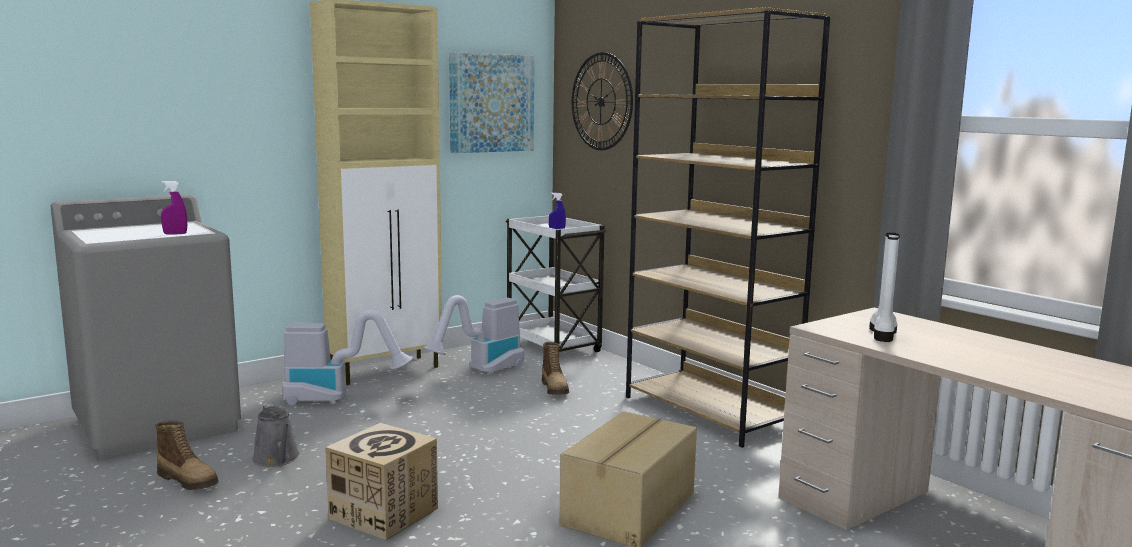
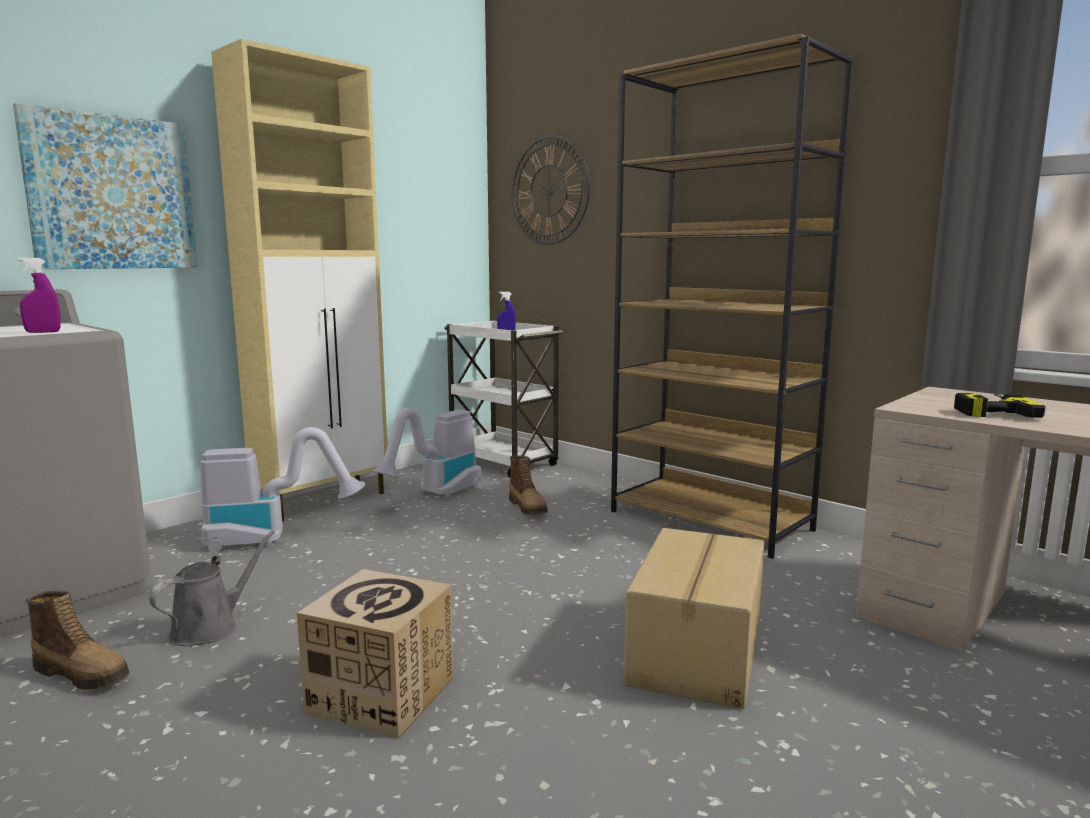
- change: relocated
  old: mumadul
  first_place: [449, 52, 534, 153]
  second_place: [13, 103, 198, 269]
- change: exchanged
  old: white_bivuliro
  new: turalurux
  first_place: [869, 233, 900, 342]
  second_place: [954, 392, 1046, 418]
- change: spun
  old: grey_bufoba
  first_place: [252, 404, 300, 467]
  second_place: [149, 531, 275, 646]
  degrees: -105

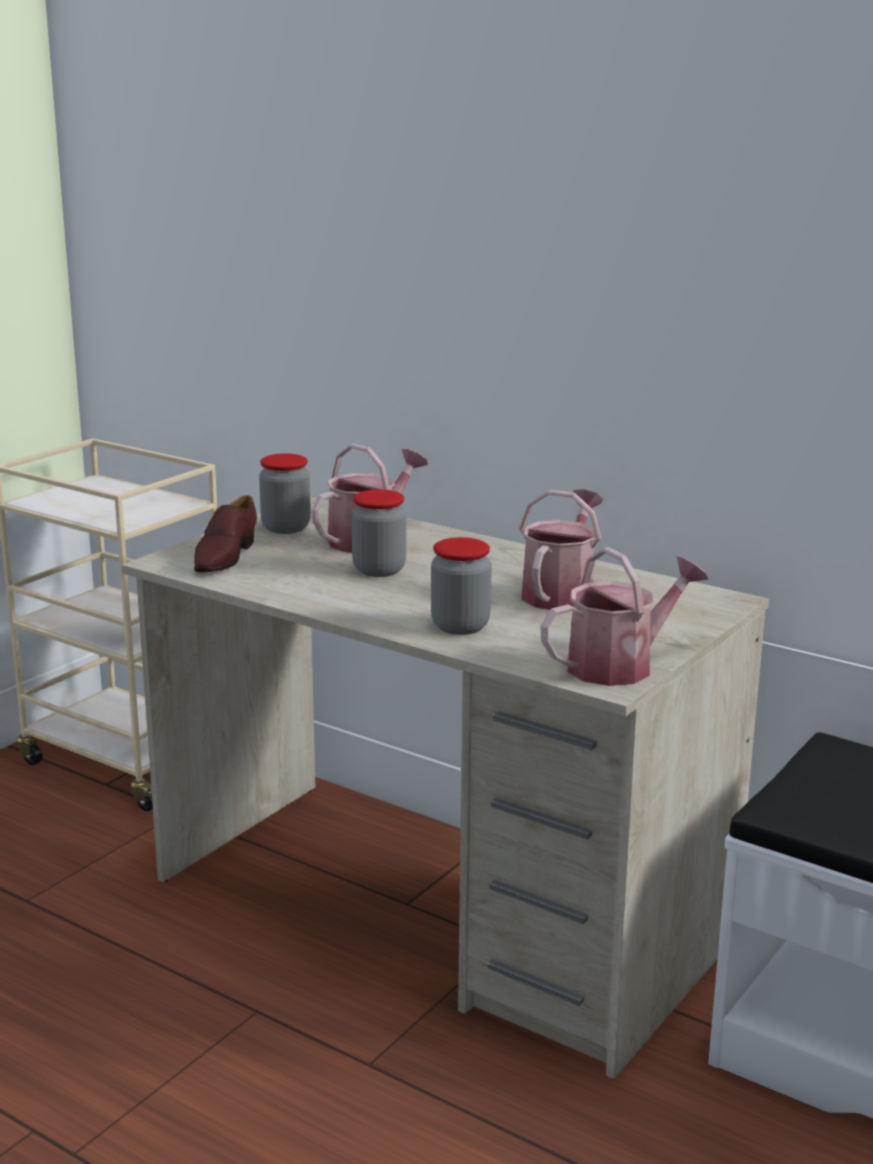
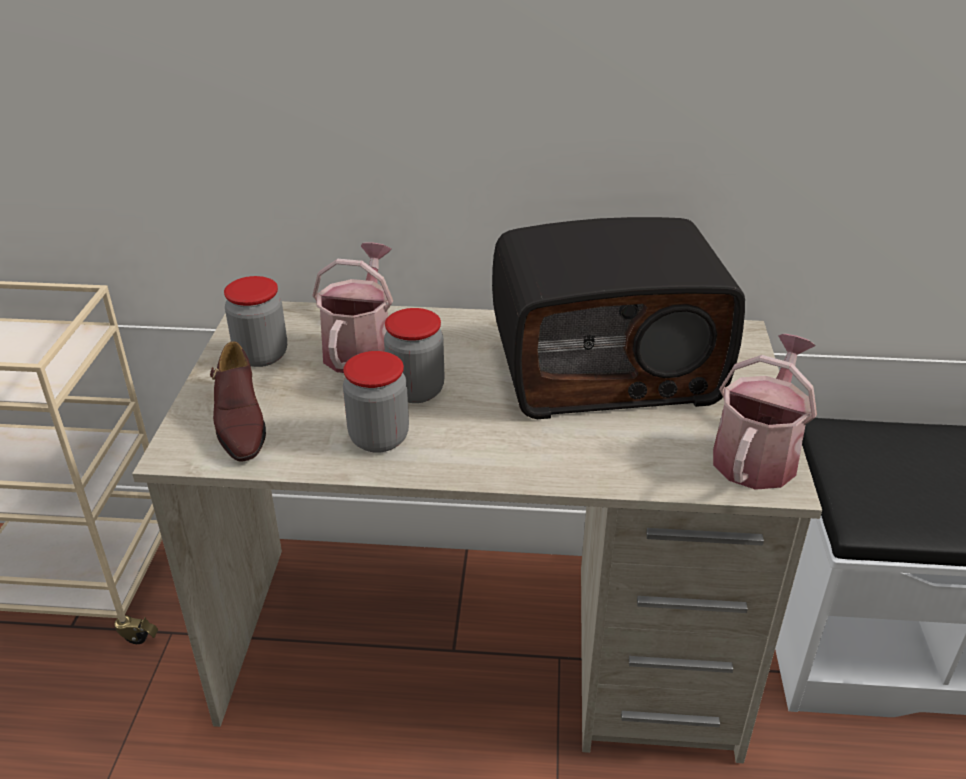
- change: relocated
  old: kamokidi
  first_place: [431, 537, 492, 635]
  second_place: [343, 351, 409, 453]
- change: exchanged
  old: bufoba
  new: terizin
  first_place: [519, 489, 603, 610]
  second_place: [492, 217, 745, 419]

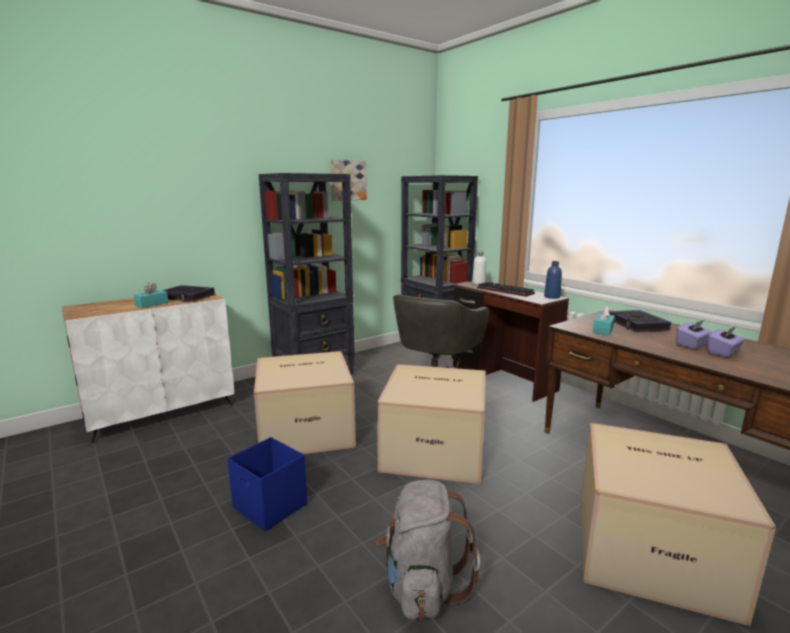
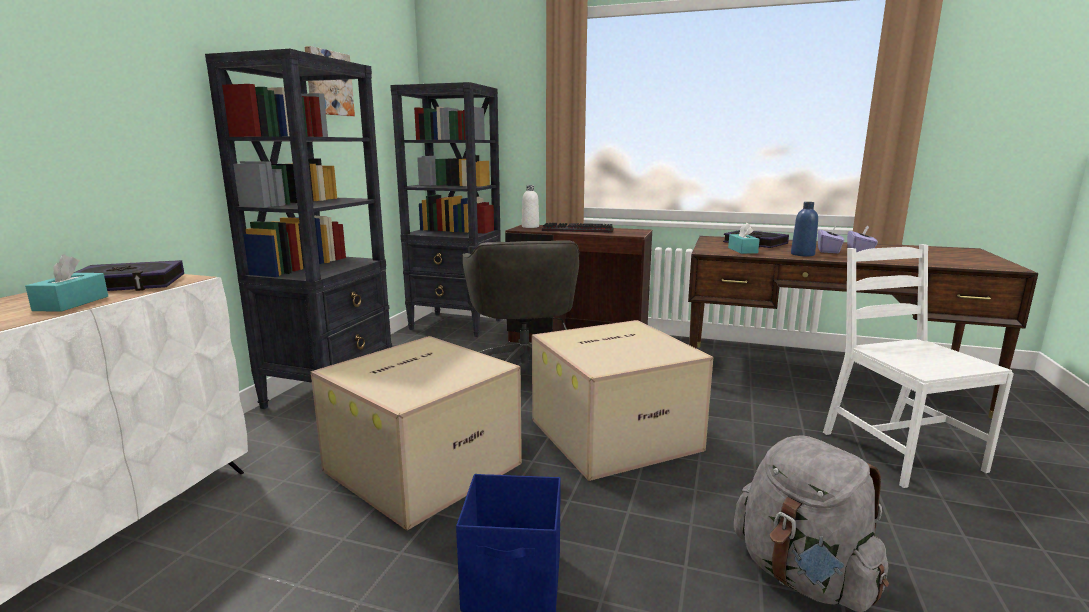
- change: relocated
  old: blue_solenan
  first_place: [544, 261, 562, 299]
  second_place: [791, 202, 818, 257]
- change: exchanged
  old: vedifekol
  new: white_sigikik
  first_place: [581, 423, 776, 626]
  second_place: [823, 244, 1014, 488]

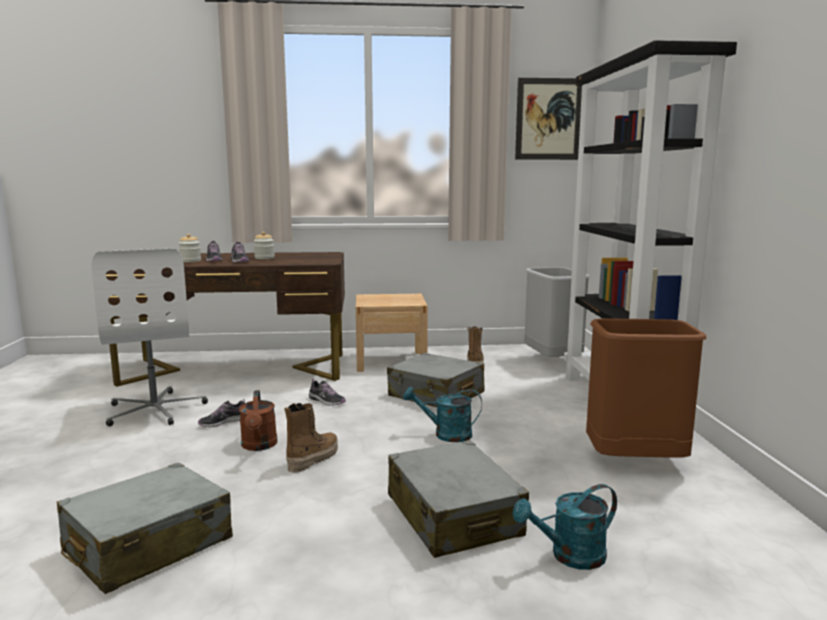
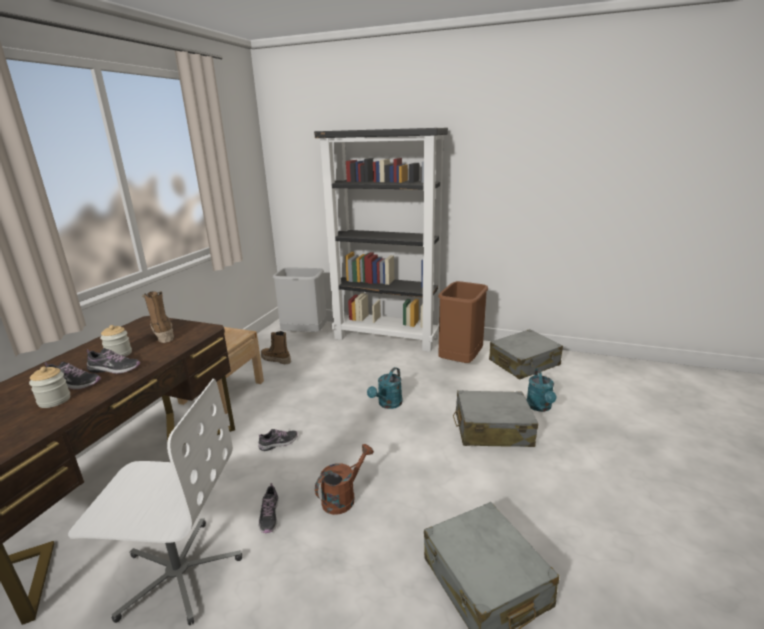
- change: missing
  old: mumadul
  first_place: [515, 78, 582, 160]
- change: relocated
  old: bivuliro
  first_place: [284, 403, 338, 473]
  second_place: [142, 291, 174, 343]
- change: relocated
  old: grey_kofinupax
  first_place: [387, 353, 484, 407]
  second_place: [489, 329, 563, 380]
- change: spun
  old: brown_bufoba
  first_place: [239, 390, 277, 451]
  second_place: [315, 444, 374, 515]
  degrees: -60

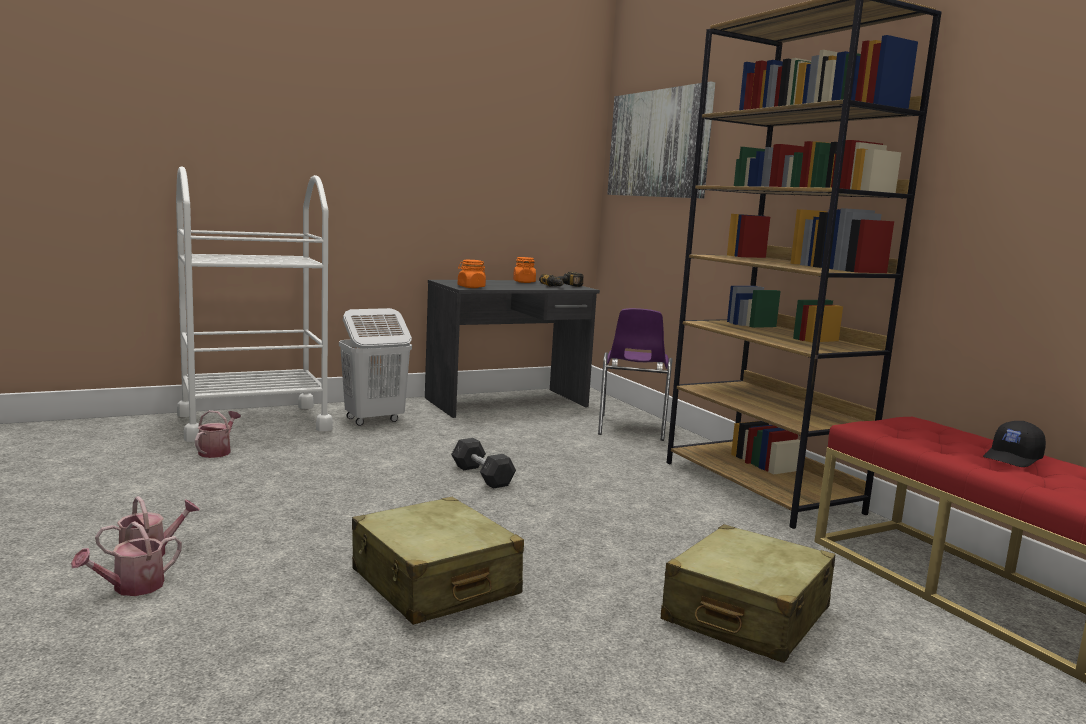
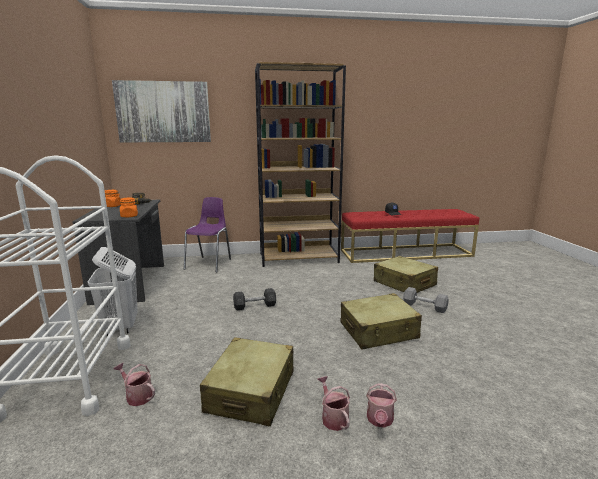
- change: appeared
  new: beige_kofinupax
  second_place: [200, 337, 294, 426]
- change: appeared
  new: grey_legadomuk
  second_place: [403, 287, 449, 313]
- change: spun
  old: bufoba
  first_place: [71, 521, 182, 596]
  second_place: [366, 383, 397, 428]
  degrees: 45
- change: spun
  old: purple_sigikik
  first_place: [598, 308, 673, 441]
  second_place: [184, 197, 231, 272]
  degrees: -105

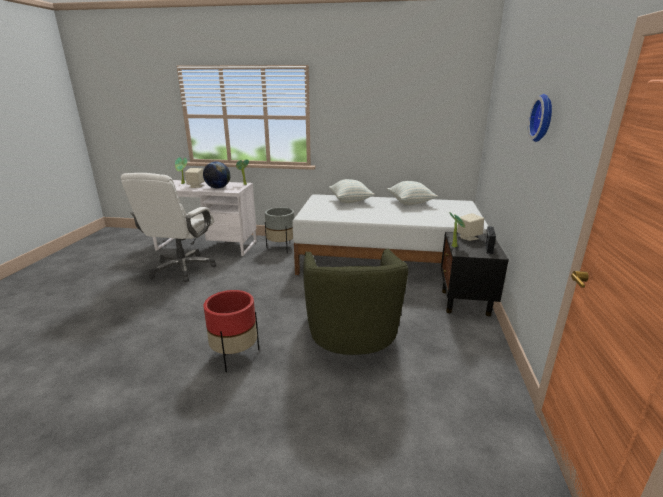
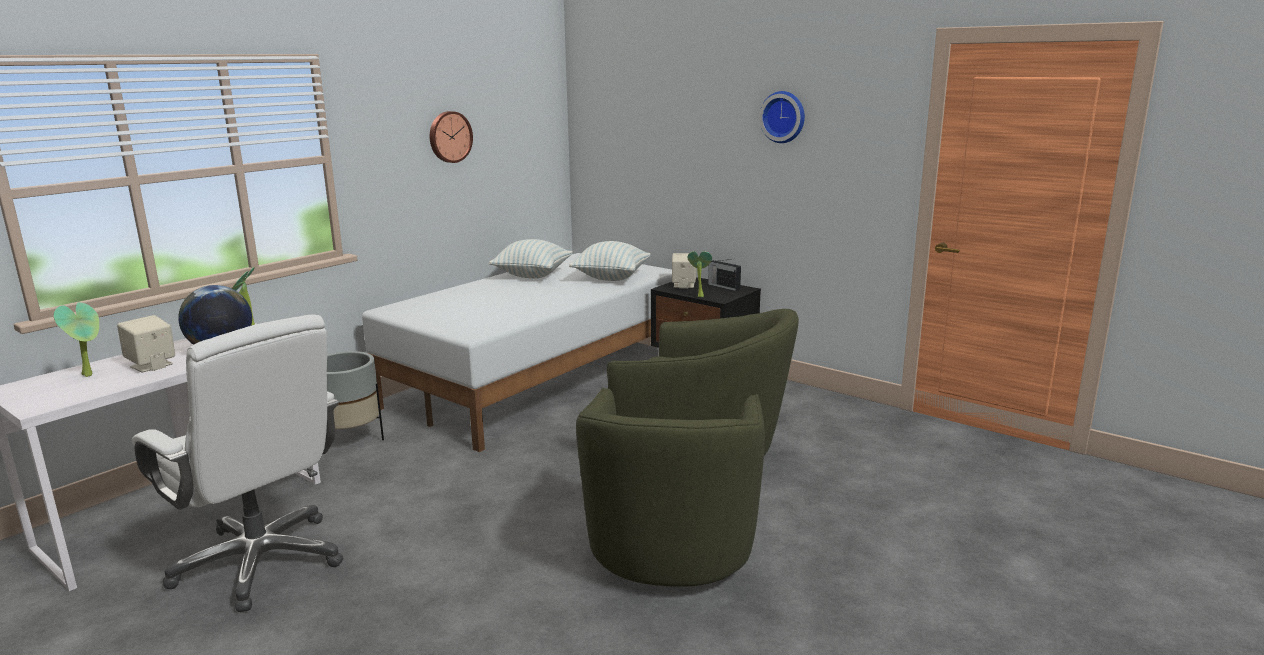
- change: appeared
  new: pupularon
  second_place: [430, 111, 473, 163]
- change: relocated
  old: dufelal
  first_place: [328, 179, 374, 203]
  second_place: [569, 241, 651, 281]
- change: exchanged
  old: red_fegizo
  new: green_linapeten
  first_place: [203, 290, 259, 372]
  second_place: [576, 388, 765, 587]

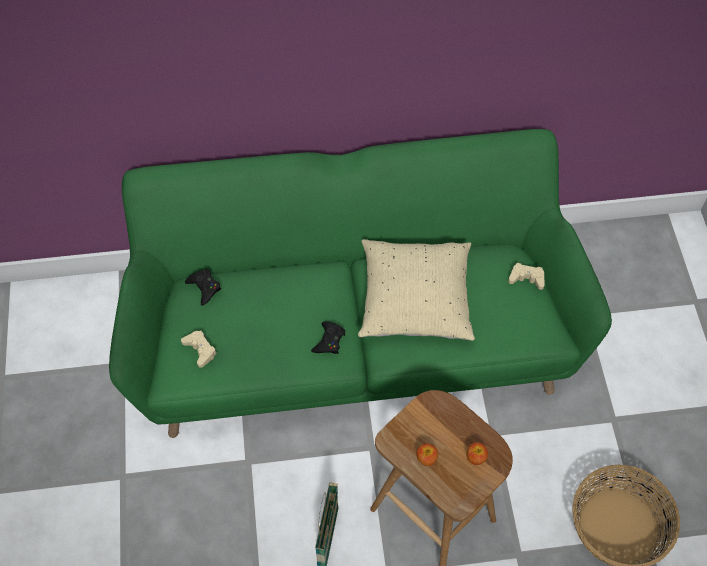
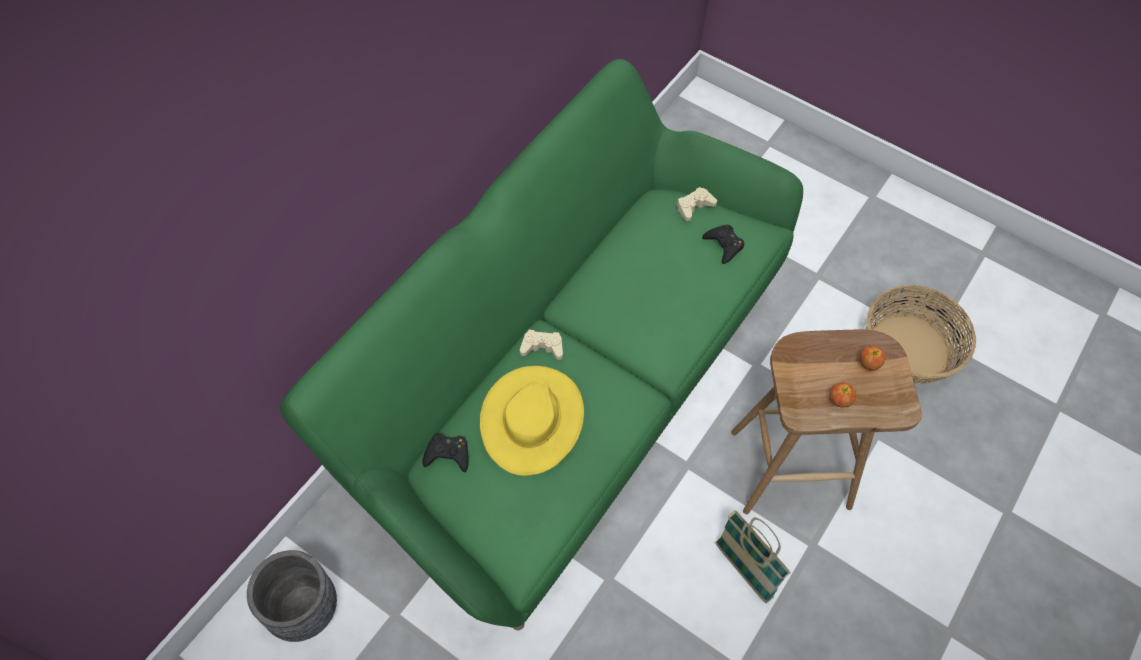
- change: missing
  old: beige_dufelal
  first_place: [358, 239, 475, 341]
- change: appeared
  new: grey_fegizo
  second_place: [247, 550, 337, 642]
- change: appeared
  new: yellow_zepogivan
  second_place: [480, 366, 584, 476]
- change: relocated
  old: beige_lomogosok
  first_place: [181, 331, 217, 368]
  second_place: [520, 330, 563, 360]
- change: relocated
  old: black_lomogosok
  first_place: [311, 321, 345, 354]
  second_place: [702, 225, 744, 264]

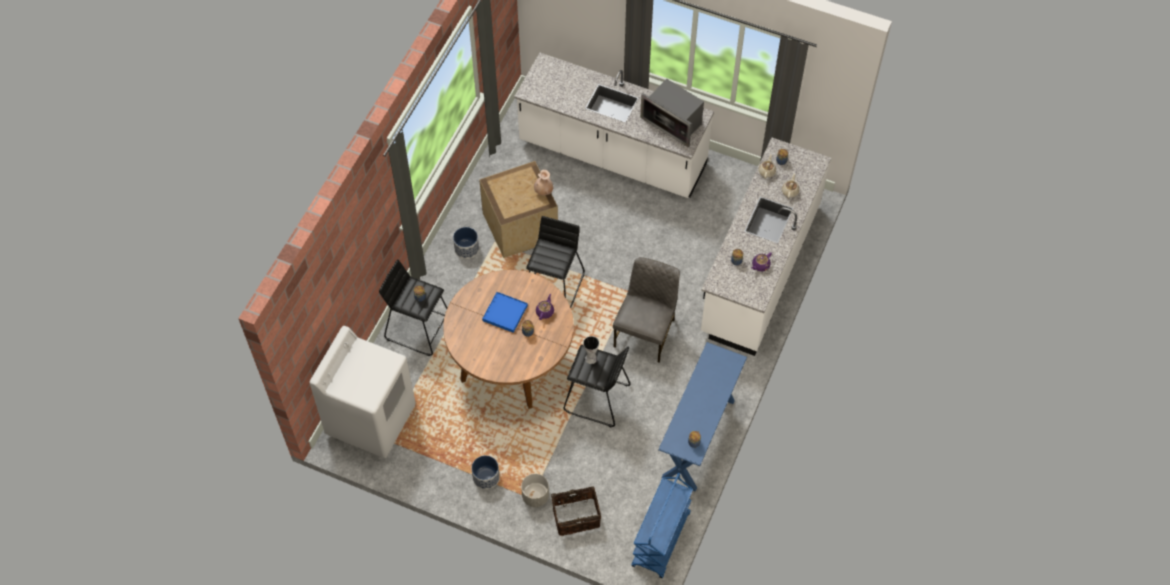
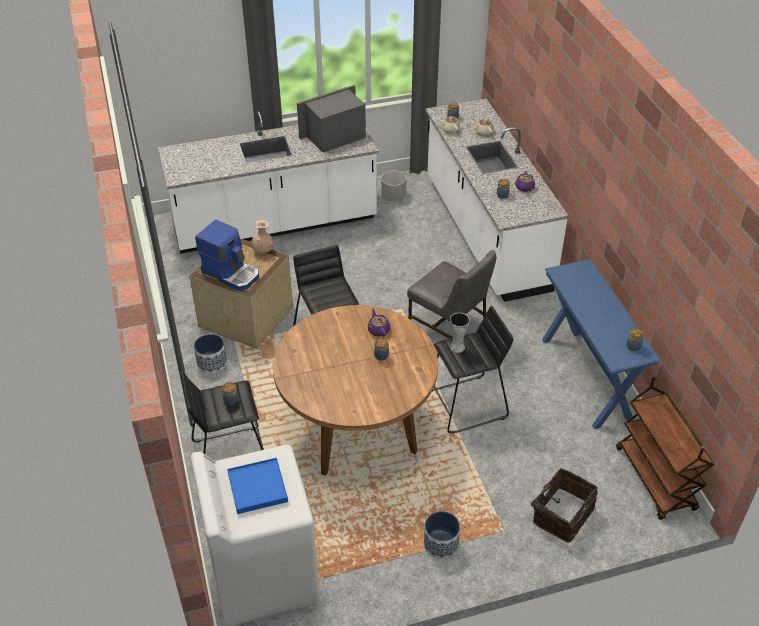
- change: appeared
  new: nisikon
  second_place: [195, 220, 259, 291]
- change: relocated
  old: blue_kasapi
  first_place: [482, 292, 528, 333]
  second_place: [227, 458, 288, 514]
- change: relocated
  old: grey_fegizo
  first_place: [521, 474, 549, 507]
  second_place: [381, 171, 406, 202]
- change: colour
  old: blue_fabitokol
  new: brown_fabitokol
  first_place: [631, 473, 693, 578]
  second_place: [616, 376, 714, 520]
- change: spun
  old: grey_sigikik
  first_place: [613, 257, 680, 363]
  second_place: [407, 250, 496, 339]
  degrees: 150
- change: spun
  old: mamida
  first_place: [640, 79, 704, 148]
  second_place: [297, 85, 366, 153]
  degrees: 150

